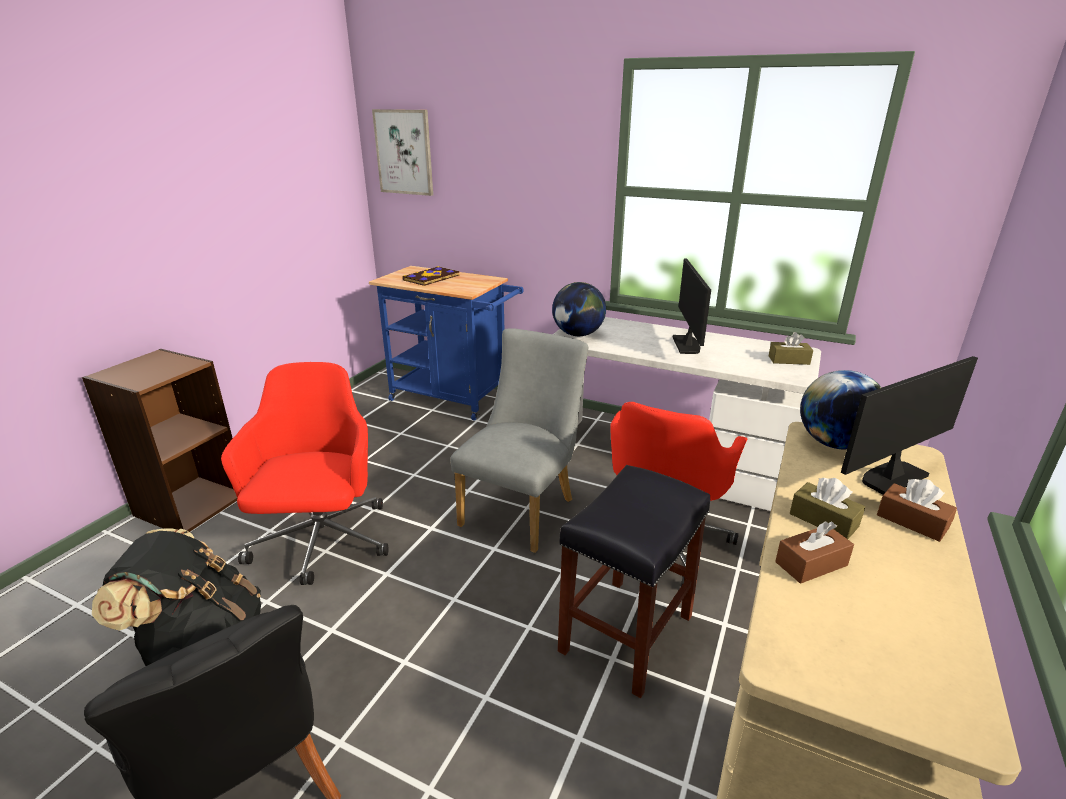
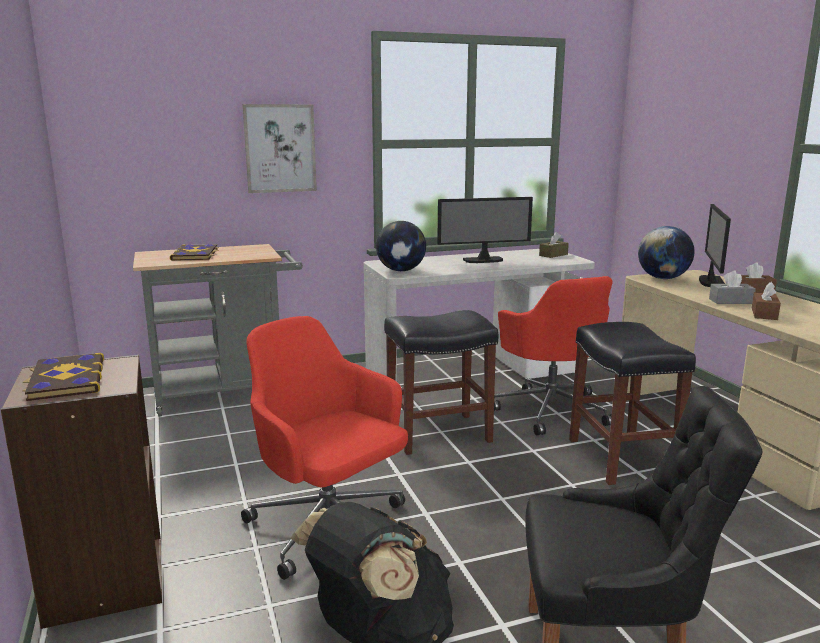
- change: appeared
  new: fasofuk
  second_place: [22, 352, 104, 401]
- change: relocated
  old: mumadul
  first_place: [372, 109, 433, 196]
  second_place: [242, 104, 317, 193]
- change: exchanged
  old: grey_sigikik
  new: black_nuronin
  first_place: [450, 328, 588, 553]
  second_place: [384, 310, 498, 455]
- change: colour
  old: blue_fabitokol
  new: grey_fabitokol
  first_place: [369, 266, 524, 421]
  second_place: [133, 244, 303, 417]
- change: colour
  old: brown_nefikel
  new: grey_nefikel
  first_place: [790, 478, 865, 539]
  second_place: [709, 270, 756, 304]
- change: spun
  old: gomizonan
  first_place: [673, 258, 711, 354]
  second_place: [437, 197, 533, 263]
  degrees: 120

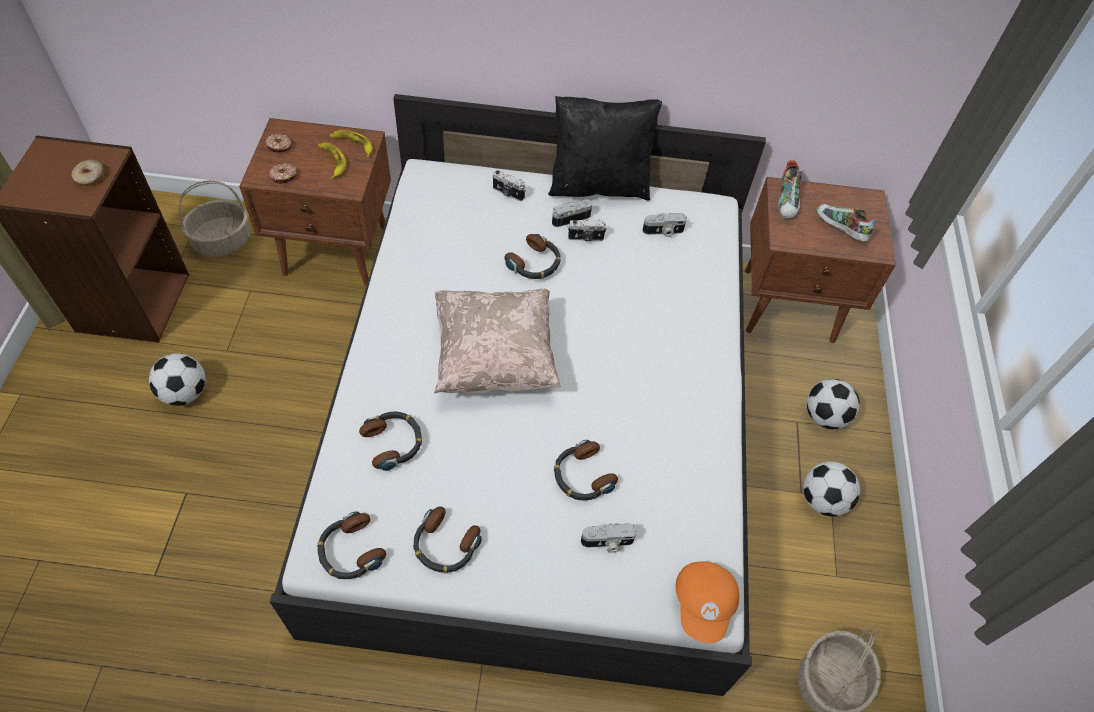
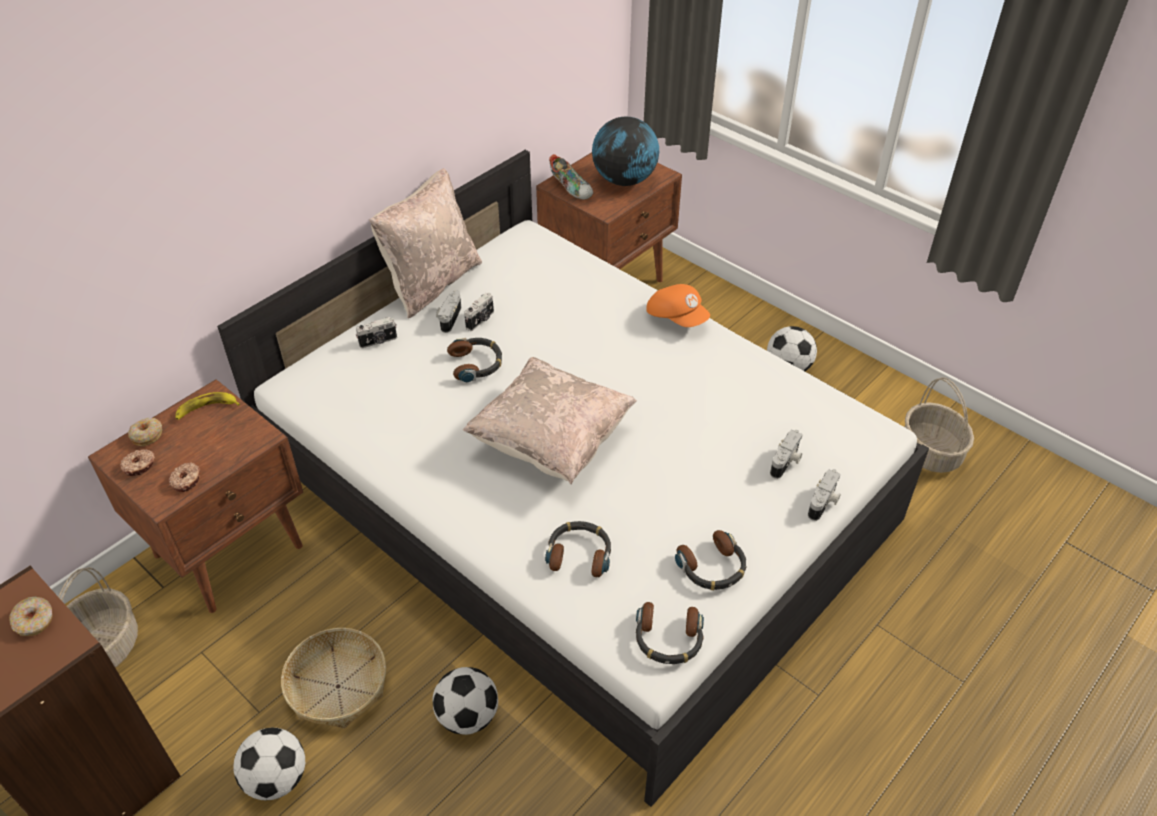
- change: missing
  old: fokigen
  first_place: [318, 143, 347, 179]
- change: missing
  old: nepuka
  first_place: [554, 440, 618, 501]
- change: appeared
  new: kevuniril
  second_place: [128, 418, 162, 446]
- change: appeared
  new: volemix
  second_place: [281, 628, 386, 728]
- change: relocated
  old: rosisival
  first_place: [642, 213, 687, 237]
  second_place: [808, 469, 841, 521]
- change: relocated
  old: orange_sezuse
  first_place: [676, 561, 739, 643]
  second_place: [646, 284, 710, 327]
- change: relocated
  old: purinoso
  first_place: [807, 379, 860, 429]
  second_place: [433, 667, 498, 735]
- change: exchanged
  old: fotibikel
  new: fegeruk
  first_place: [816, 204, 876, 242]
  second_place: [592, 117, 659, 186]
- change: colour
  old: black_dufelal
  new: beige_dufelal
  first_place: [548, 96, 662, 200]
  second_place: [369, 168, 482, 318]

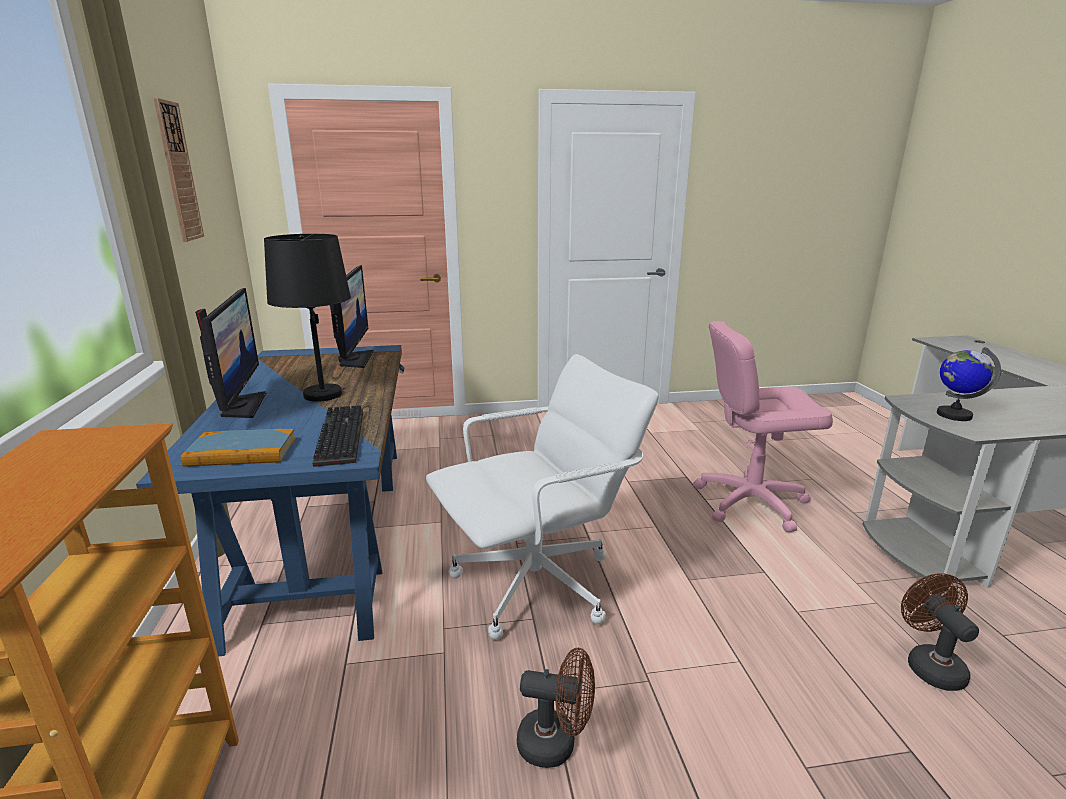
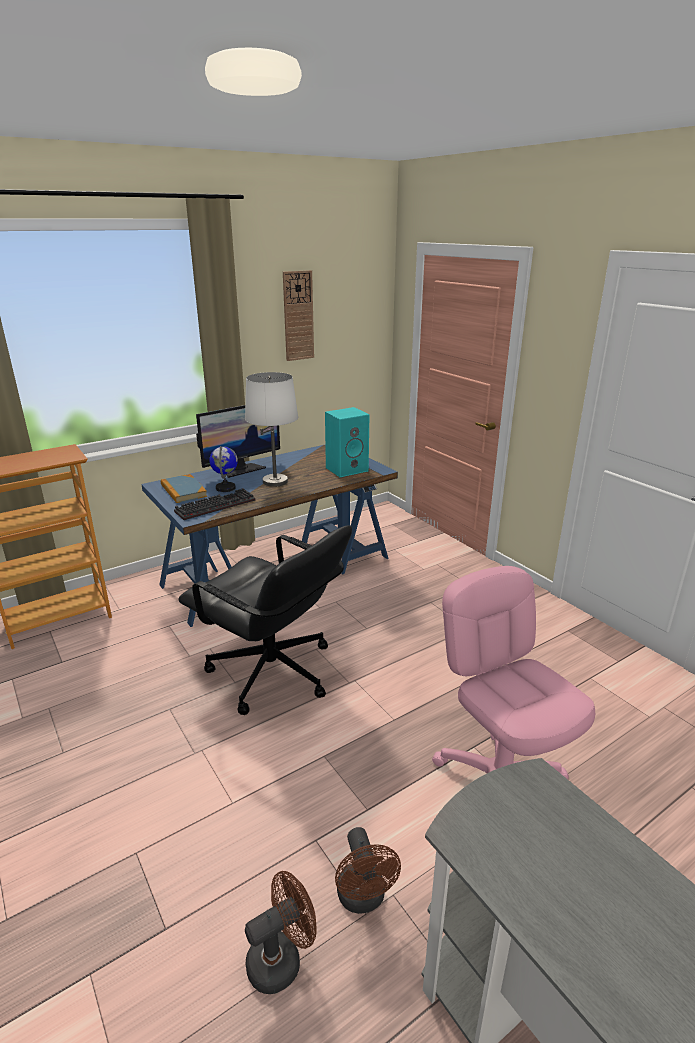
- change: relocated
  old: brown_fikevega
  first_place: [517, 648, 595, 768]
  second_place: [335, 827, 401, 914]
- change: relocated
  old: fegeruk
  first_place: [937, 347, 1001, 421]
  second_place: [209, 446, 238, 492]
- change: exchanged
  old: gomizonan
  new: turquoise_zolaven
  first_place: [330, 265, 374, 368]
  second_place: [325, 407, 370, 477]
- change: colour
  old: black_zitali
  new: white_zitali
  first_place: [264, 234, 351, 402]
  second_place: [245, 372, 298, 487]
- change: colour
  old: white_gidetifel
  new: black_gidetifel
  first_place: [426, 354, 659, 640]
  second_place: [178, 525, 352, 715]

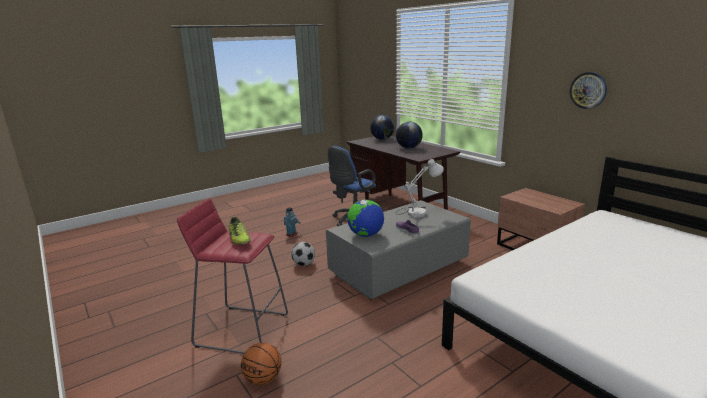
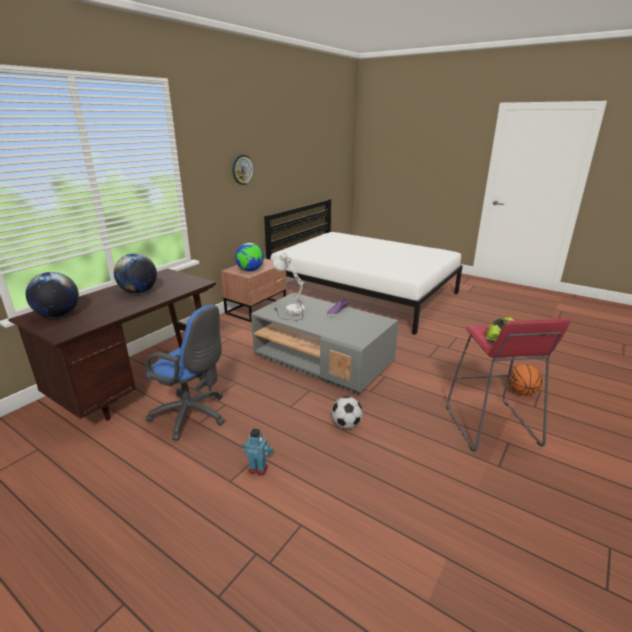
- change: relocated
  old: fegeruk
  first_place: [347, 200, 384, 237]
  second_place: [235, 243, 264, 271]

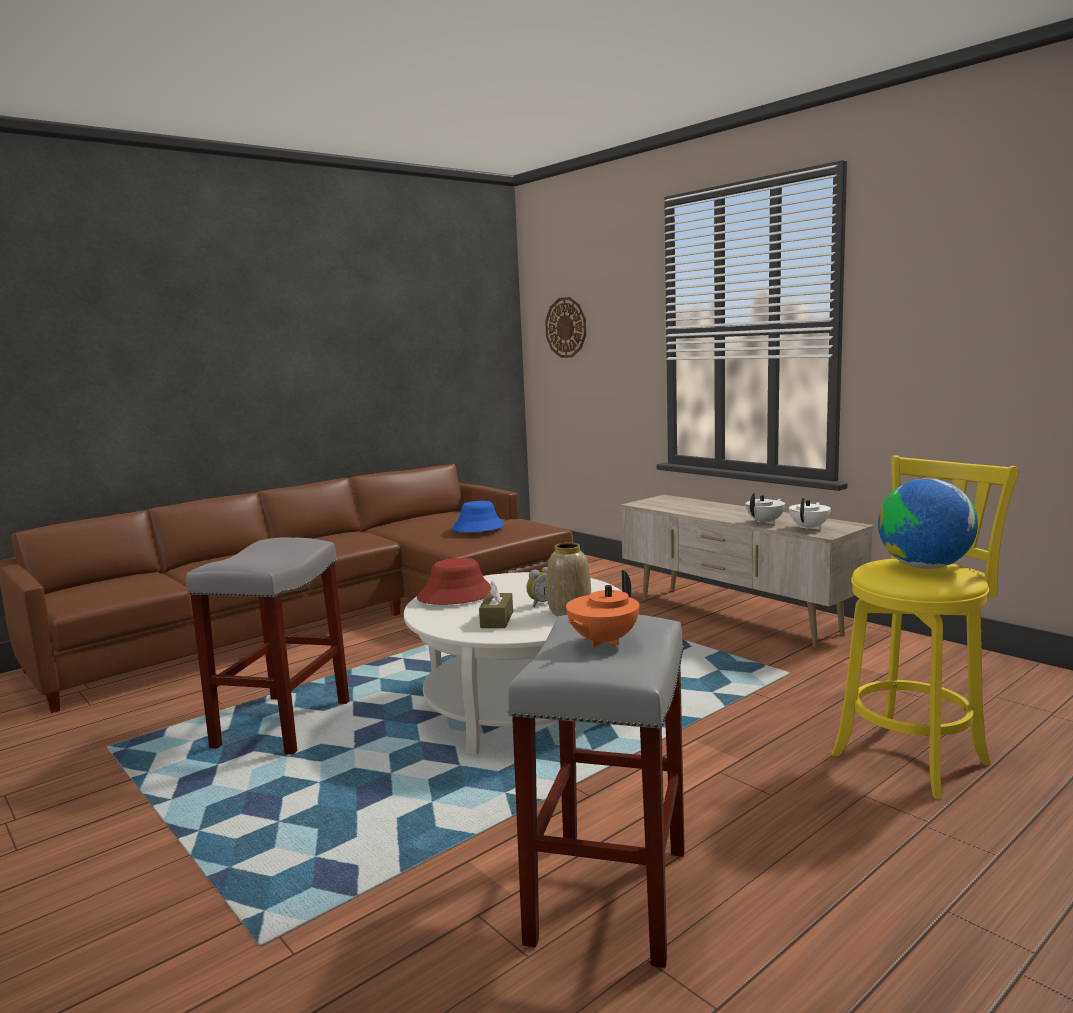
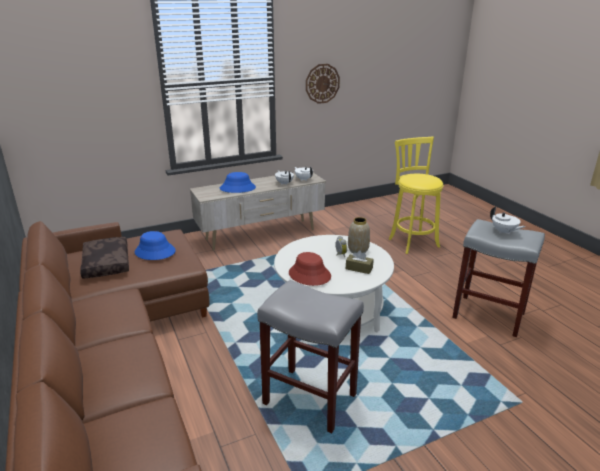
- change: missing
  old: fegeruk
  first_place: [878, 479, 978, 569]
- change: appeared
  new: brown_dufelal
  second_place: [80, 237, 129, 278]
- change: appeared
  new: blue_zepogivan
  second_place: [220, 172, 256, 193]
- change: relocated
  old: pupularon
  first_place: [545, 297, 586, 358]
  second_place: [306, 64, 340, 104]
- change: colour
  old: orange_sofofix
  new: white_sofofix
  first_place: [566, 570, 639, 648]
  second_place: [490, 207, 525, 235]

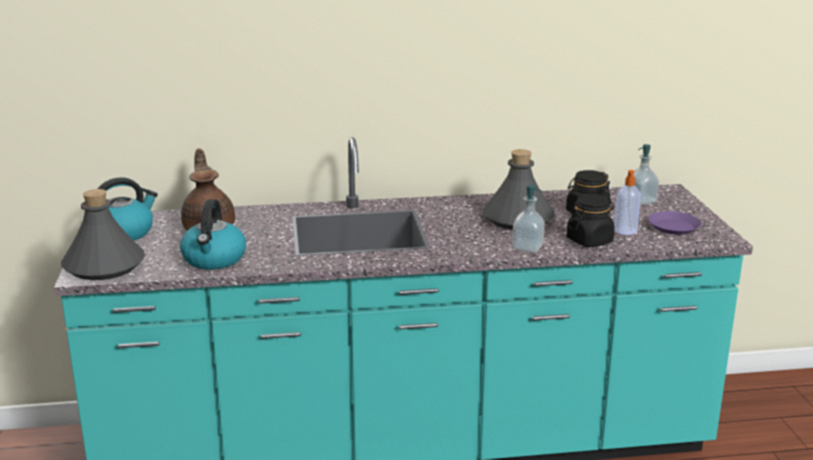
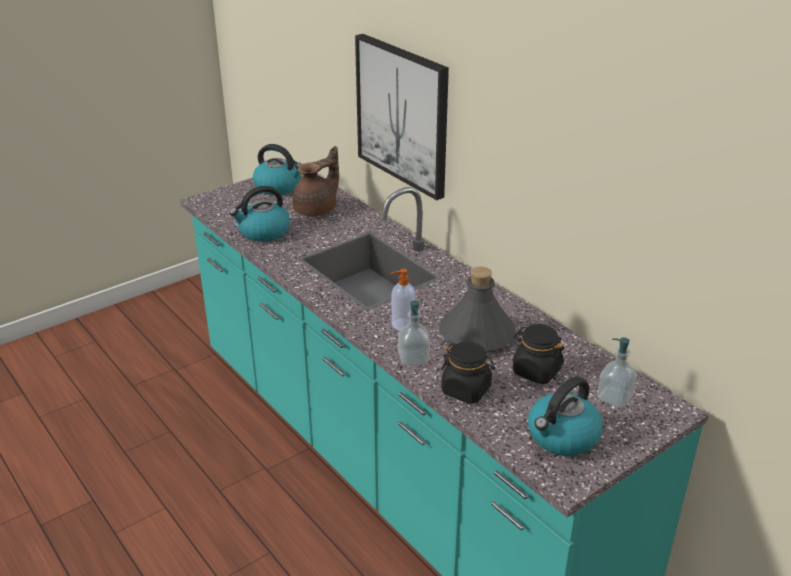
- change: missing
  old: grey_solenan
  first_place: [61, 189, 145, 280]
- change: appeared
  new: mumadul
  second_place: [355, 34, 449, 200]
- change: relocated
  old: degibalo
  first_place: [614, 170, 641, 235]
  second_place: [390, 269, 415, 331]
- change: exchanged
  old: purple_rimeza
  new: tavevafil
  first_place: [648, 211, 702, 235]
  second_place: [528, 376, 603, 456]

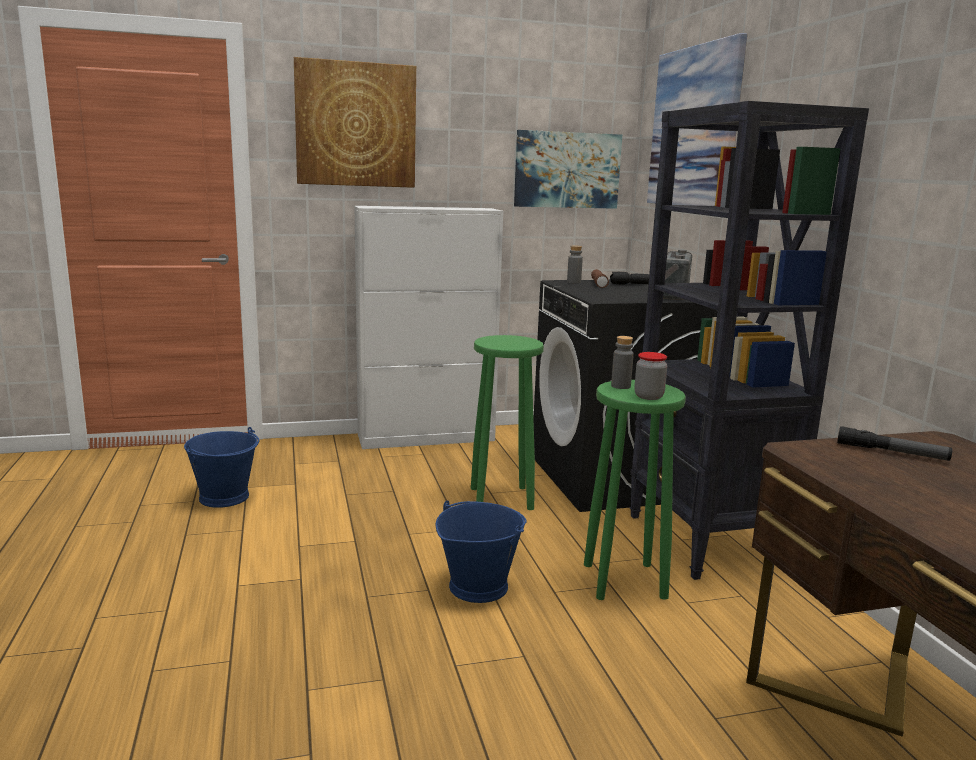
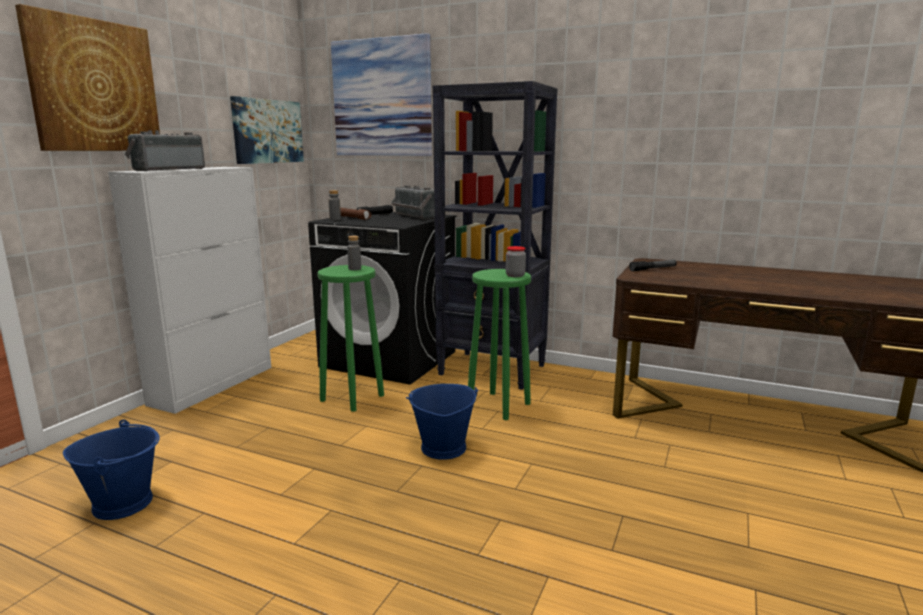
- change: appeared
  new: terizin
  second_place: [125, 130, 205, 171]
- change: relocated
  old: grey_solenan
  first_place: [611, 336, 634, 389]
  second_place: [347, 236, 361, 270]

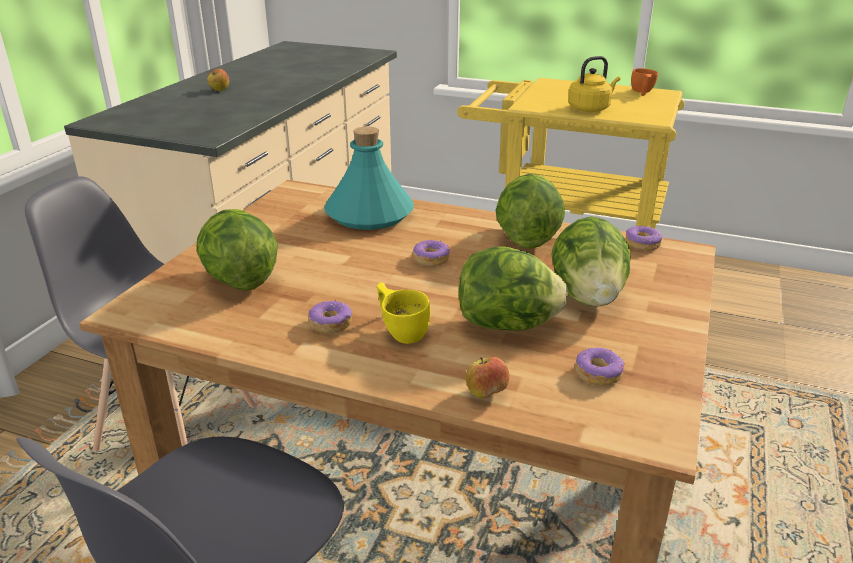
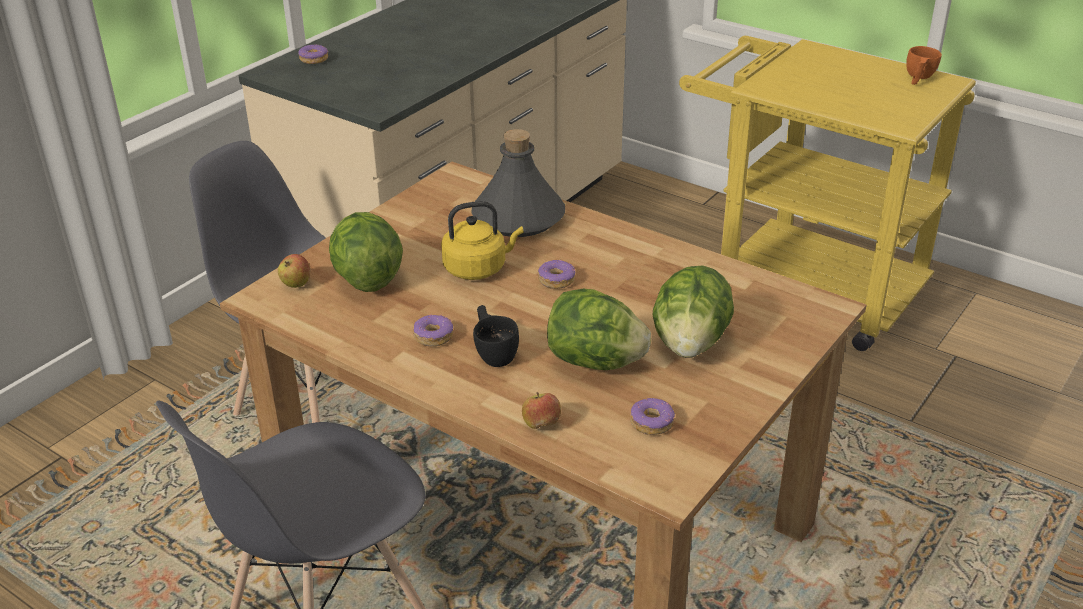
- change: missing
  old: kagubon
  first_place: [495, 173, 565, 249]
- change: relocated
  old: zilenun
  first_place: [207, 69, 229, 91]
  second_place: [278, 254, 311, 288]
- change: relocated
  old: yellow_tavevafil
  first_place: [568, 56, 620, 112]
  second_place: [441, 201, 523, 280]
- change: relocated
  old: kevuniril
  first_place: [625, 226, 662, 251]
  second_place: [298, 44, 328, 64]
- change: colour
  old: turquoise_solenan
  new: grey_solenan
  first_place: [324, 127, 414, 230]
  second_place: [471, 129, 565, 237]
- change: colour
  old: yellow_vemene
  new: black_vemene
  first_place: [377, 282, 430, 344]
  second_place: [473, 305, 519, 367]

